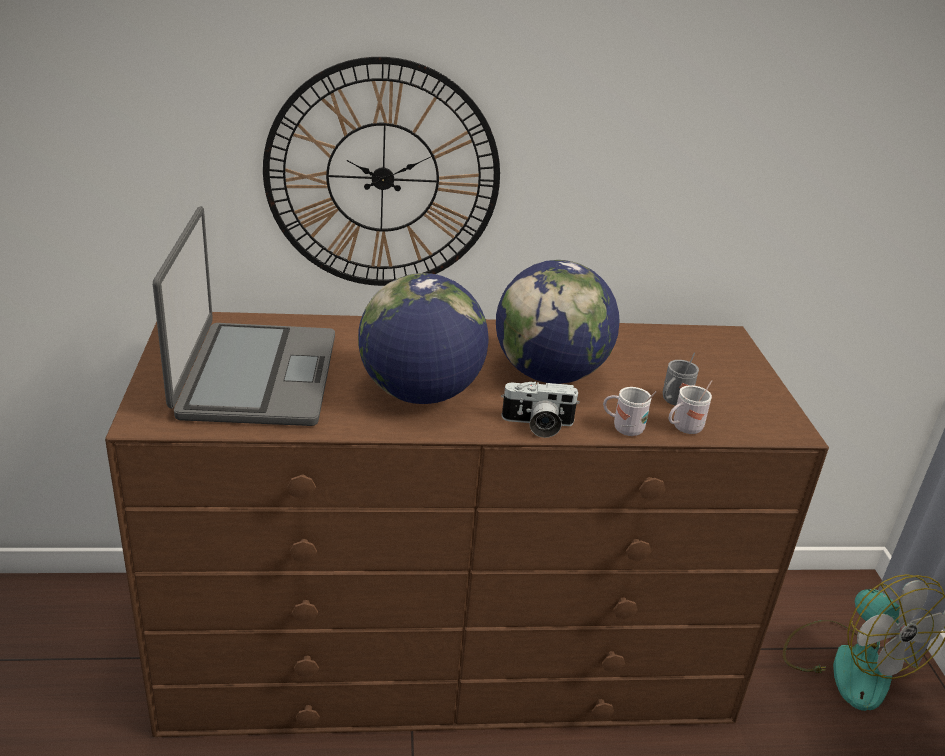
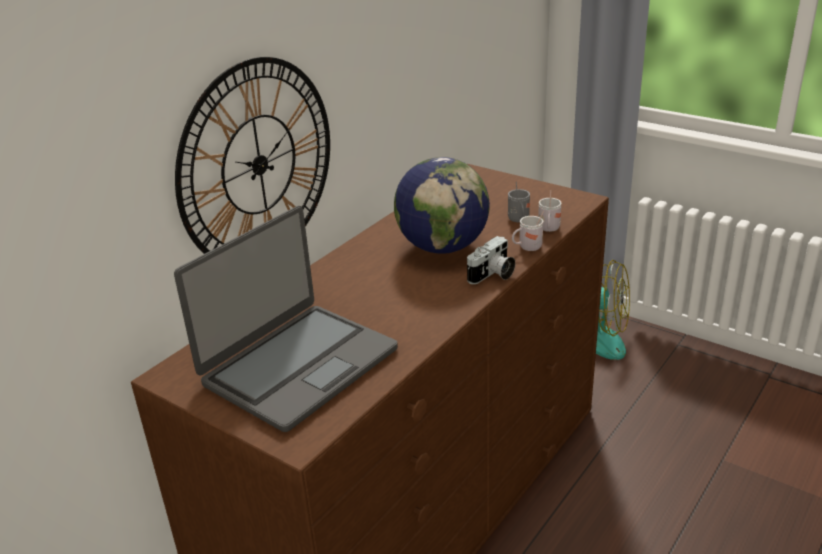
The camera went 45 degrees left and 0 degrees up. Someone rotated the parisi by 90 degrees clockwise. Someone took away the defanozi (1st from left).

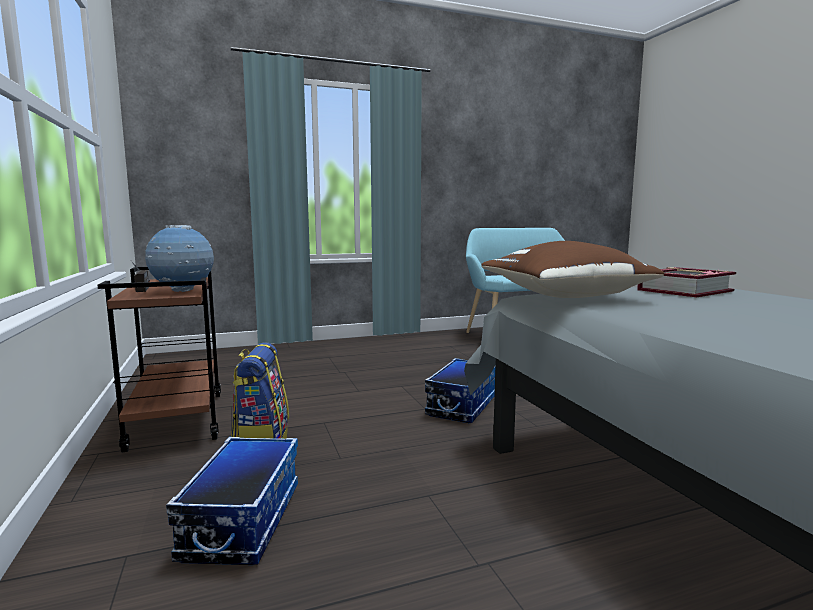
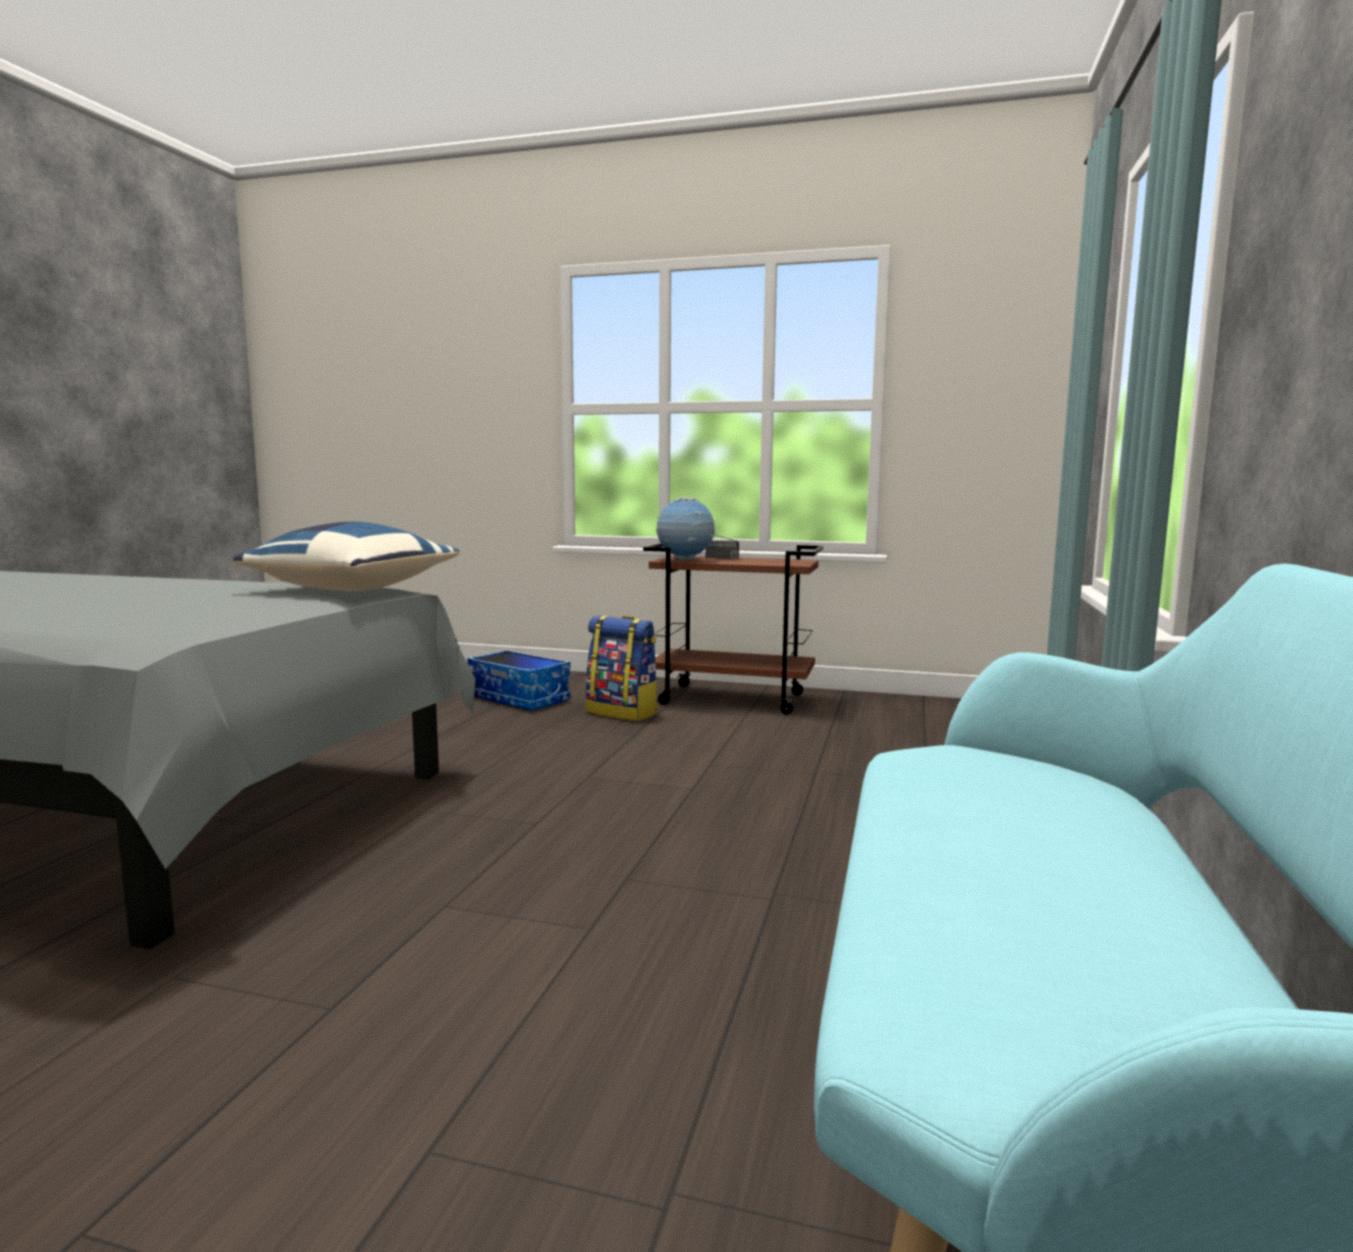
The camera went 125 degrees right and 0 degrees up. Someone repainted the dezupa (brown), which became the dezupa (blue). Someone took away the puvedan. Someone took away the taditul (2nd from left).

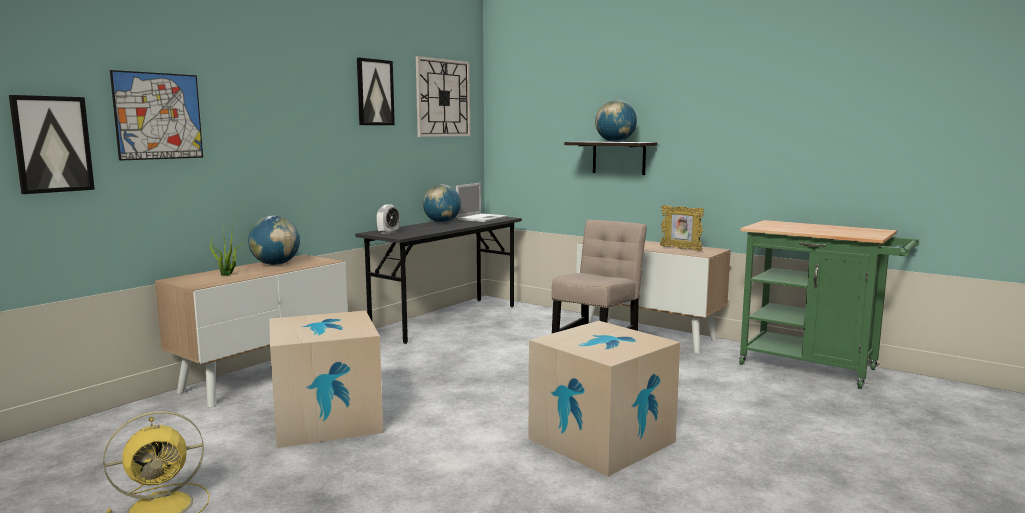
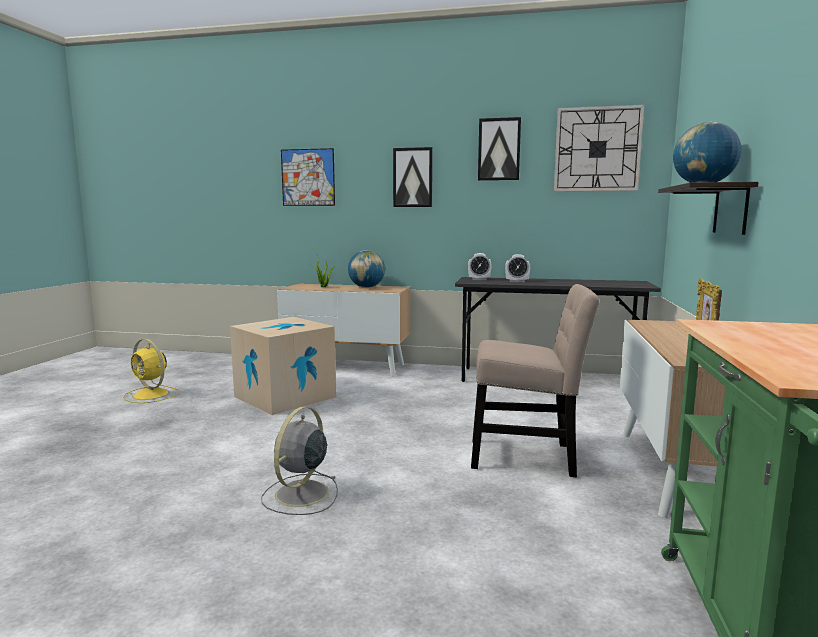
The camera went 65 degrees right and 0 degrees up. Someone carried the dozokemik (1st from left in the first image). Someone took away the parisi. Someone took away the defanozi (2nd from left). Someone swapped the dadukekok (2nd from left) for the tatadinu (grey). Someone put down the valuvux (2nd from left).

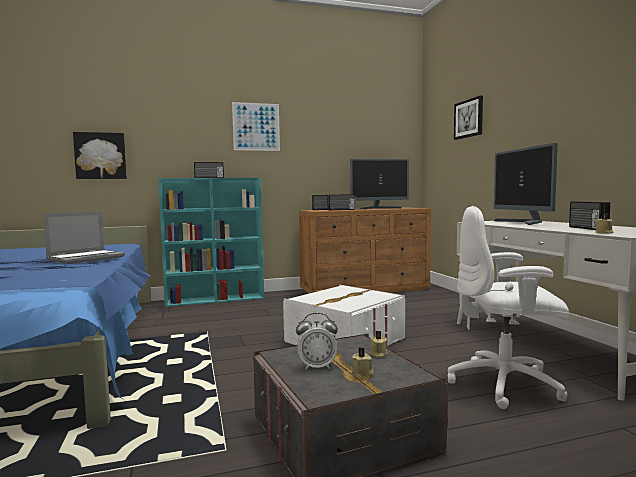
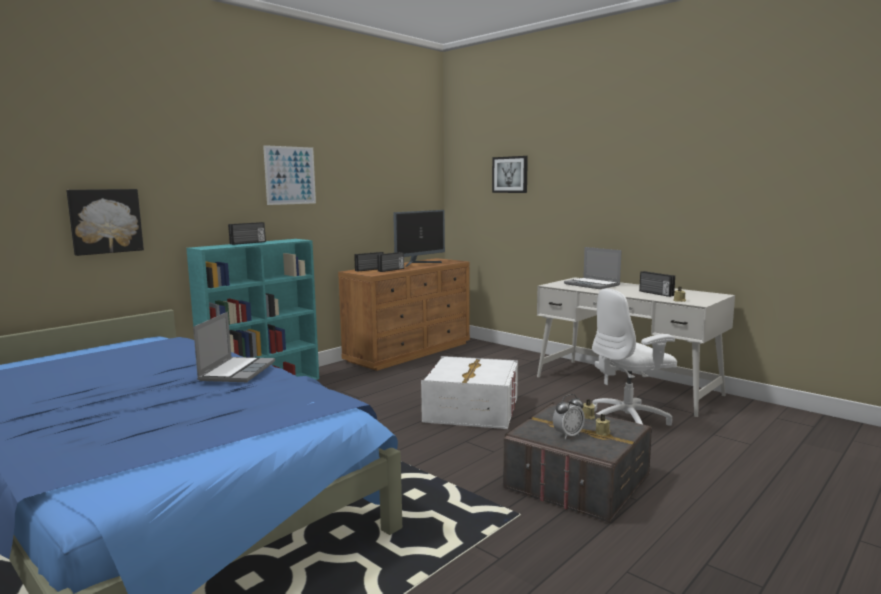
The camera went 30 degrees left and 5 degrees up. Someone swapped the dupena (2nd from left) for the parisi (2nd from left).

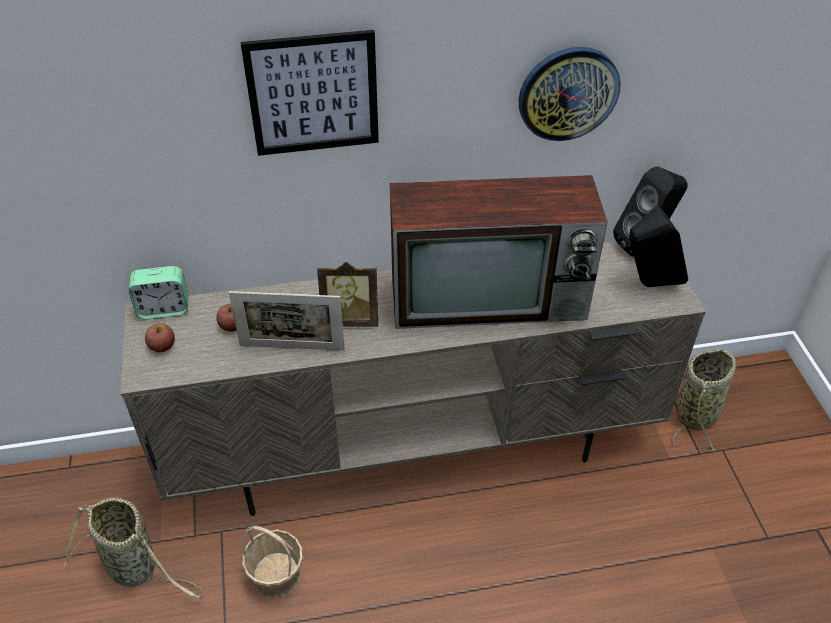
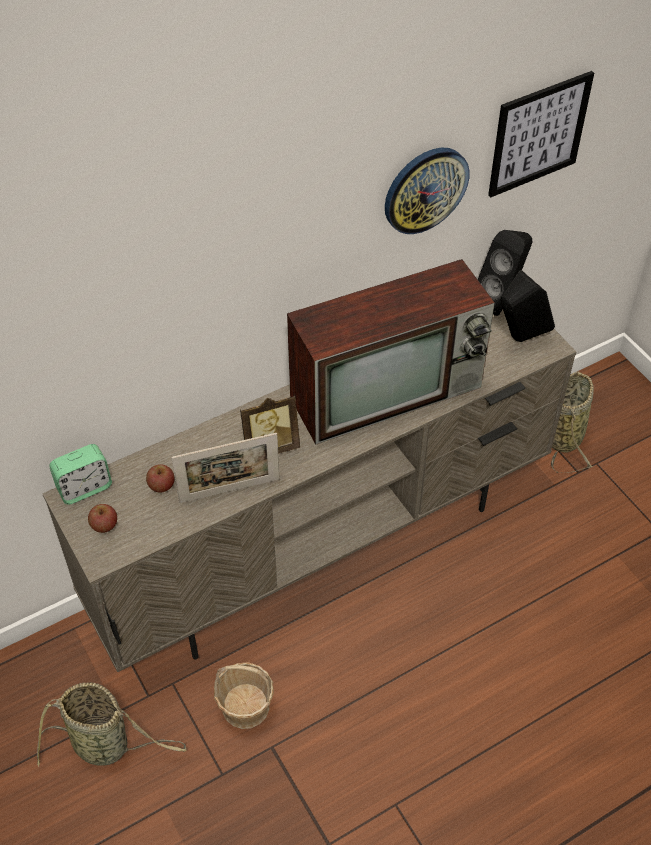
The camera went 20 degrees left and 5 degrees up. Someone carried the dozokemik.

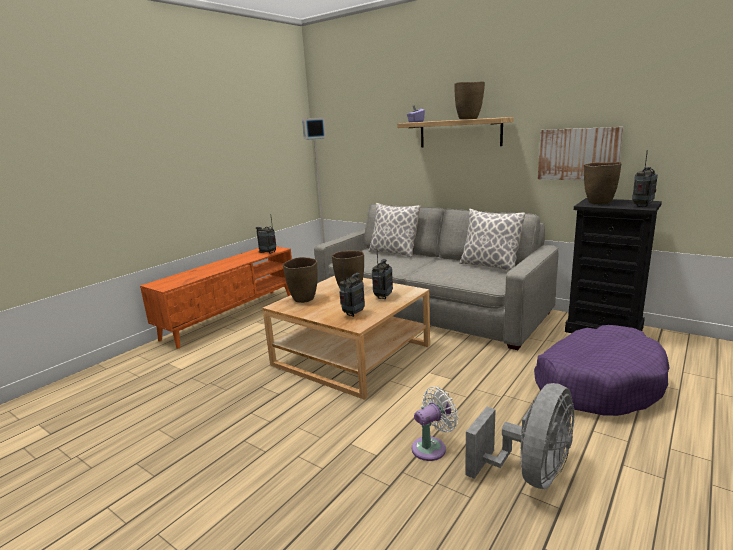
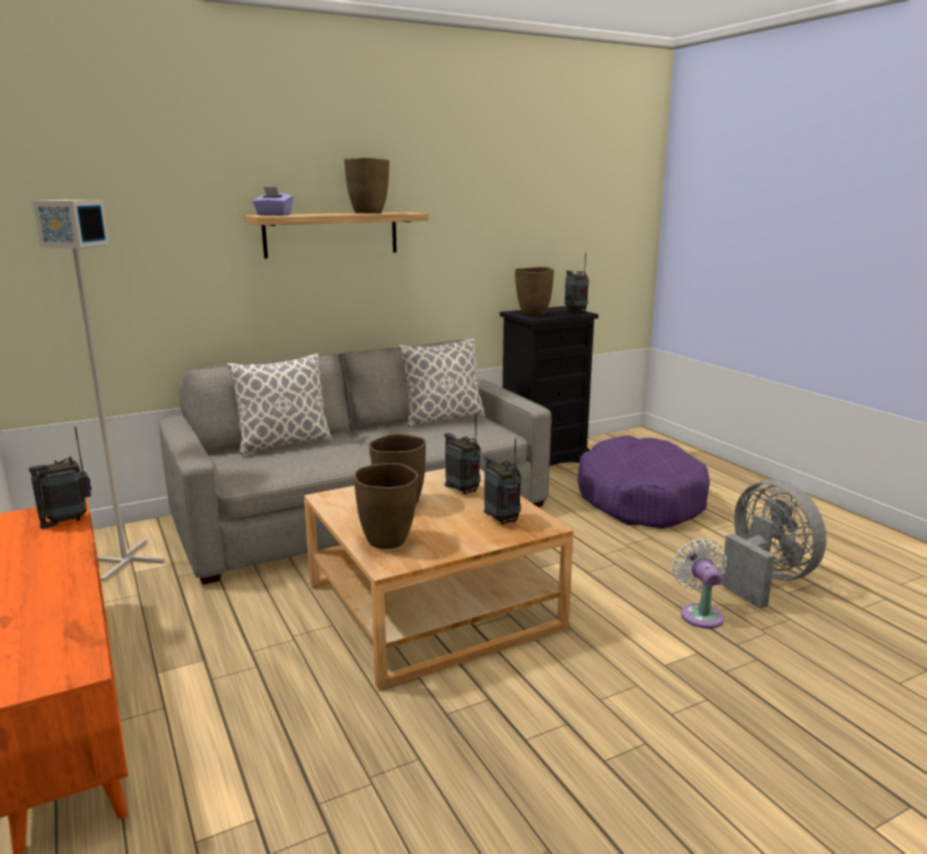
The camera went 65 degrees left and 0 degrees up. Someone took away the dozokemik.

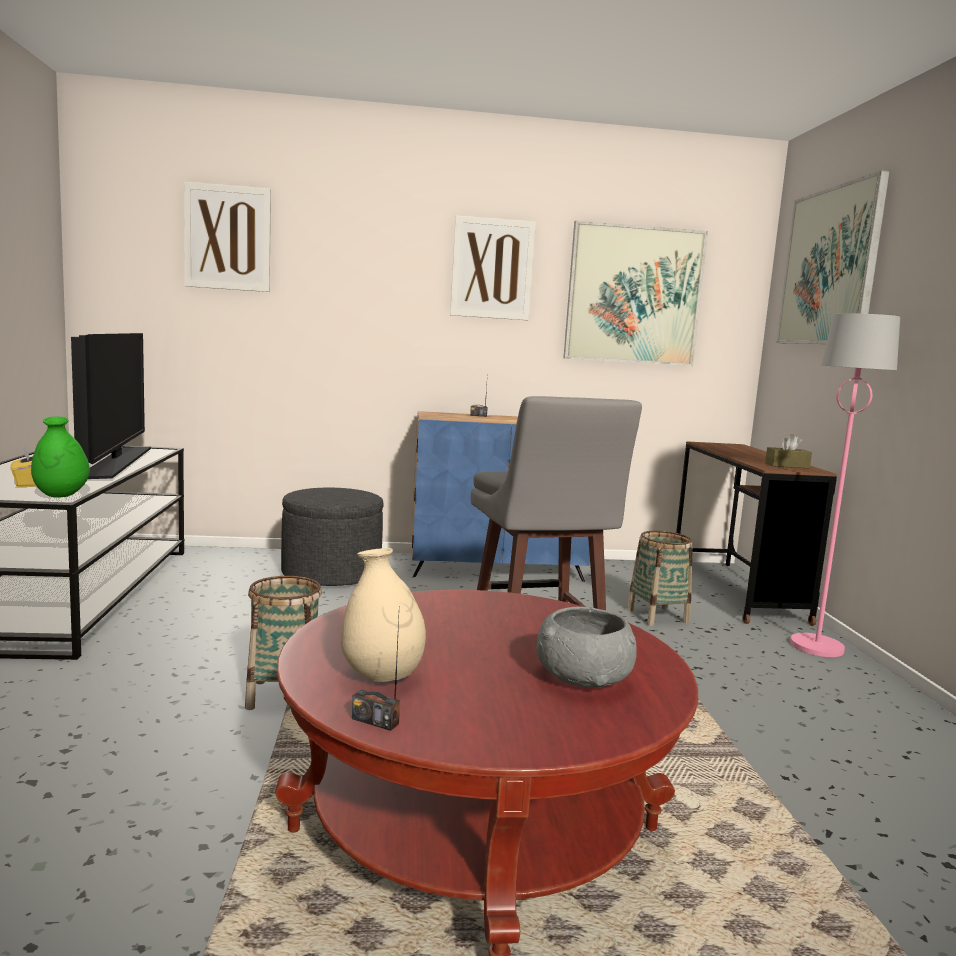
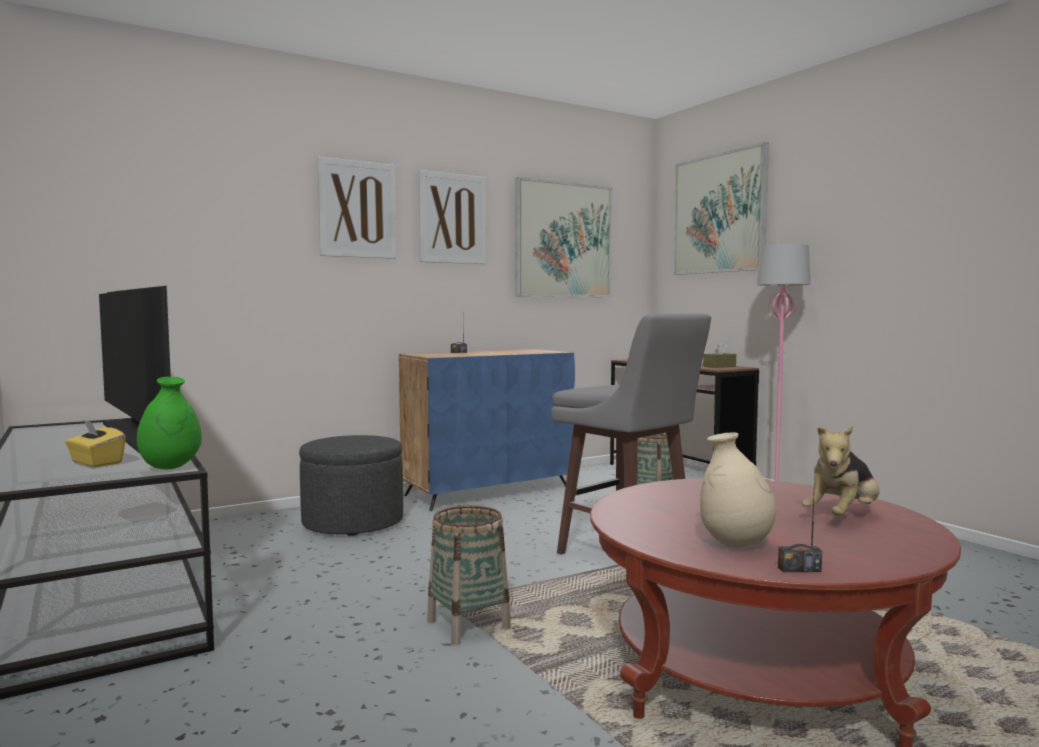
The camera went 25 degrees left and 5 degrees down. Someone carried the dozokemik (1st from left). Someone swapped the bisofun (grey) for the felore.

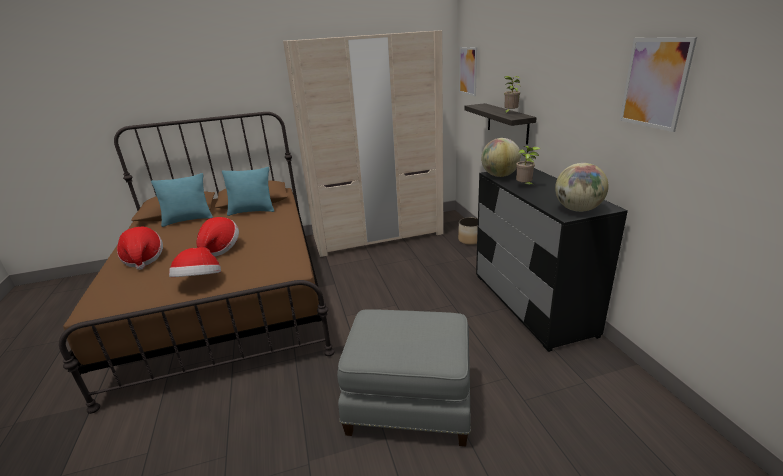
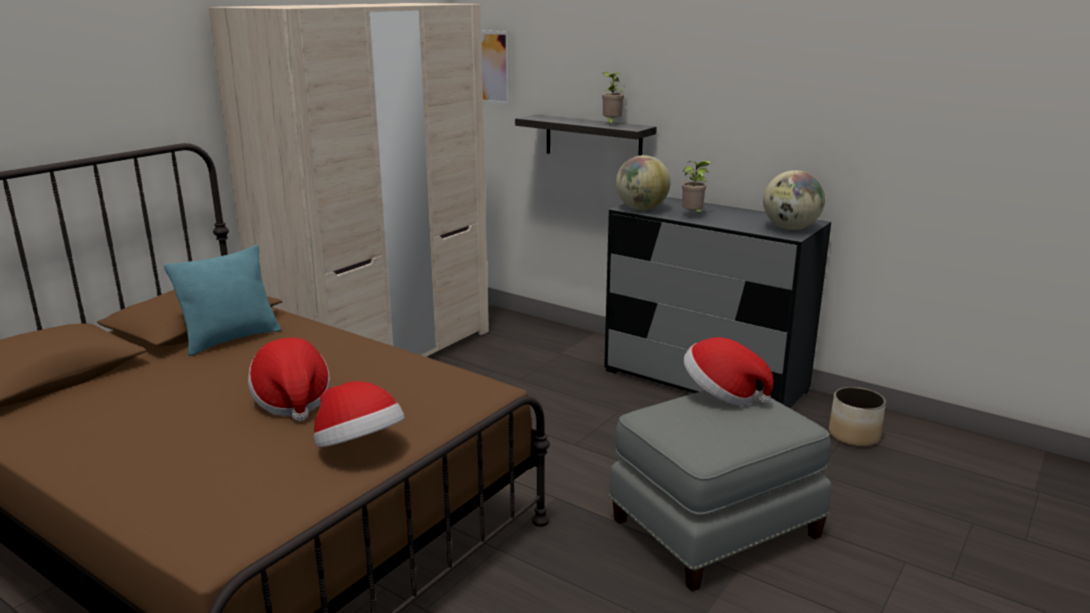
The camera went 40 degrees left and 5 degrees down. Someone took away the dozokemik (2nd from left). Someone took away the dezupa (turquoise) (1st from left). Someone carried the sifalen. Someone carried the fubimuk (1st from left in the first image).

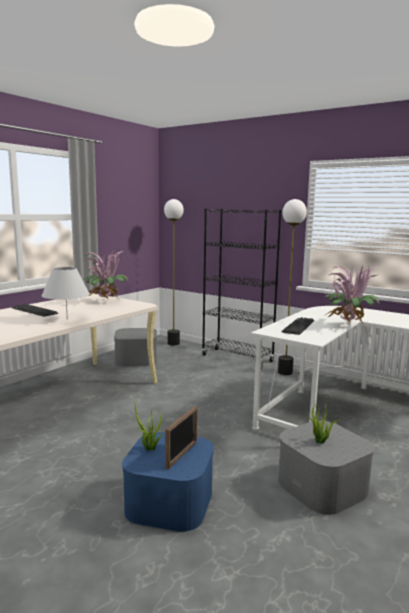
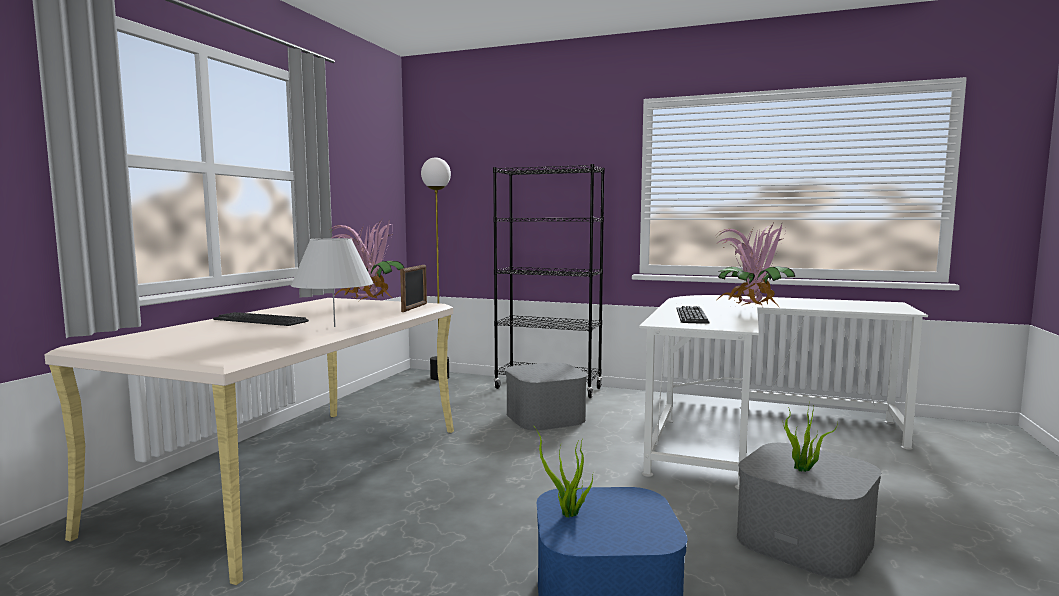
The camera went 15 degrees left and 5 degrees down. Someone took away the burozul (2nd from left). Someone carried the taditul (grey) (1st from left). Someone carried the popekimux.

